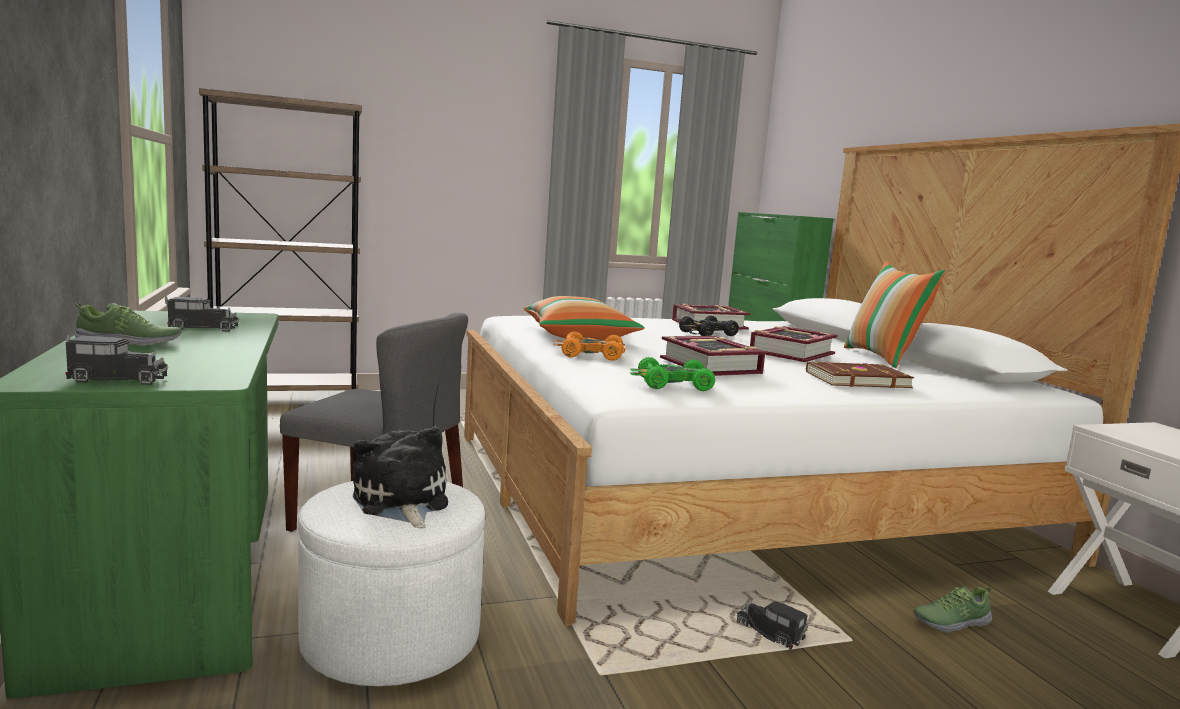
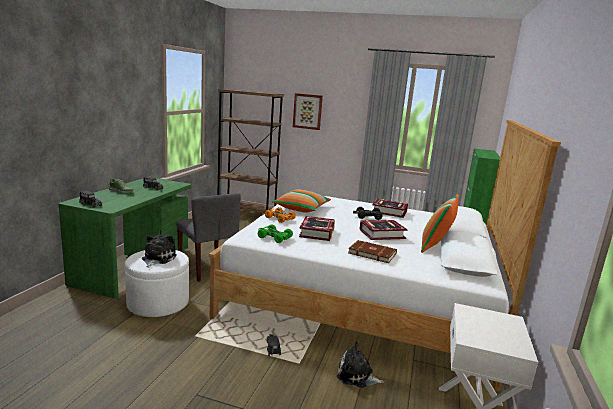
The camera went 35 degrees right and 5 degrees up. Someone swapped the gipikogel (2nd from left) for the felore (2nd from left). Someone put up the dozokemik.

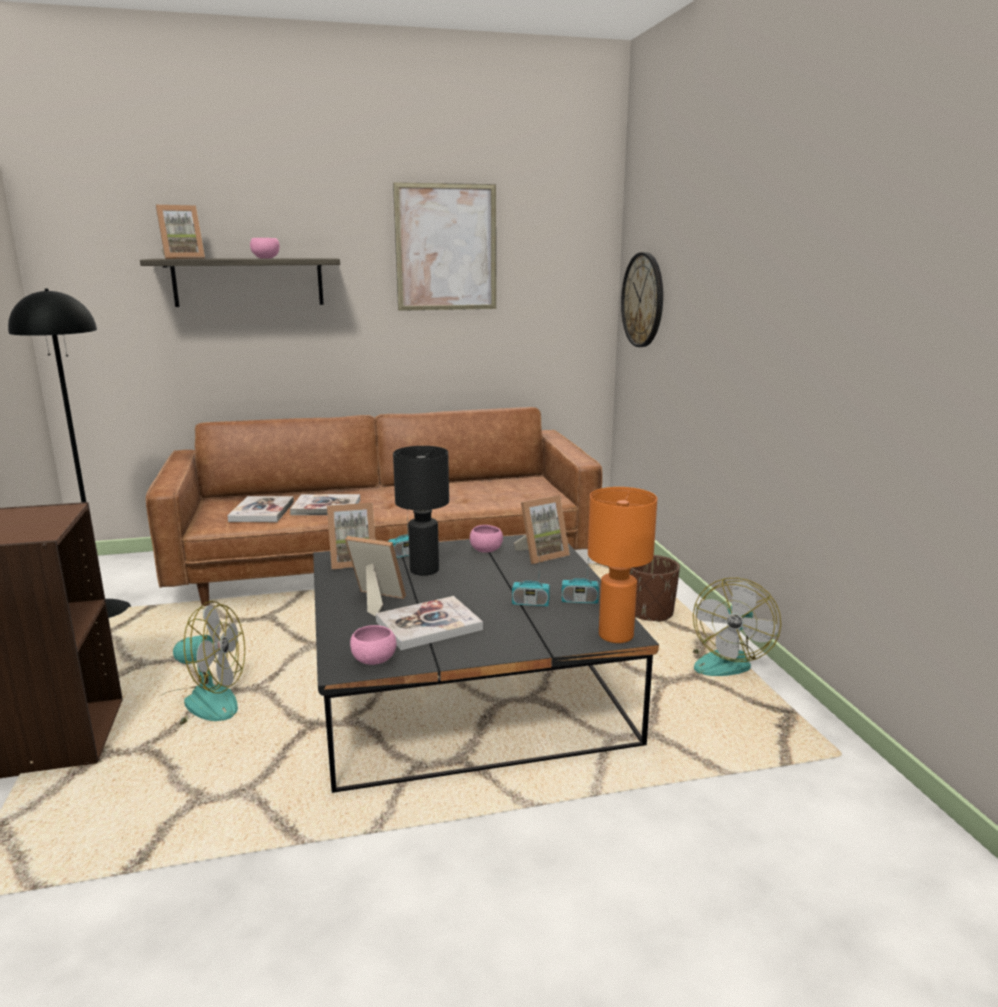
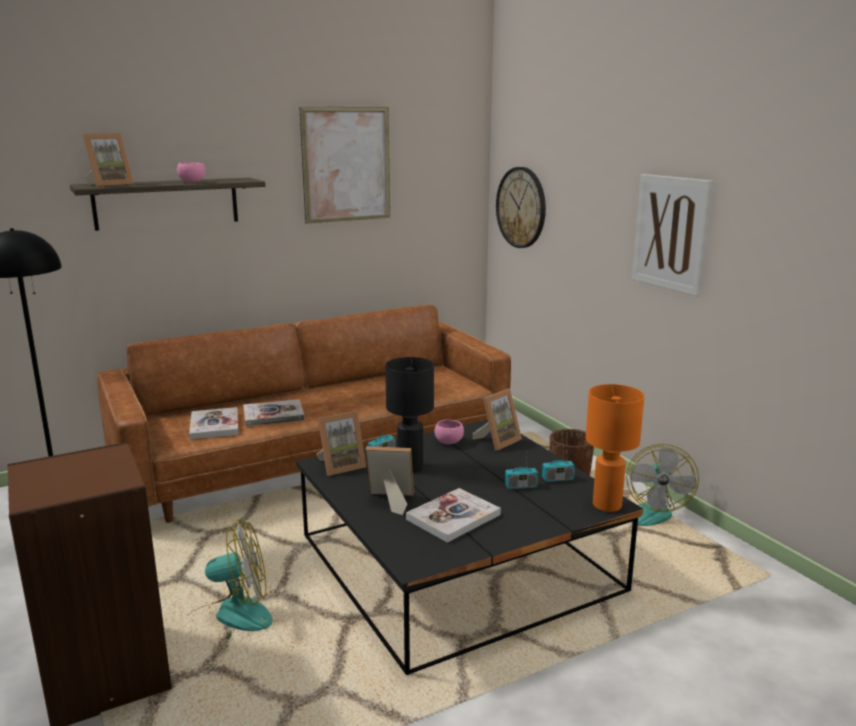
The camera went 15 degrees left and 0 degrees up. Someone took away the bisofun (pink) (2nd from left). Someone put up the dozokemik (2nd from left).

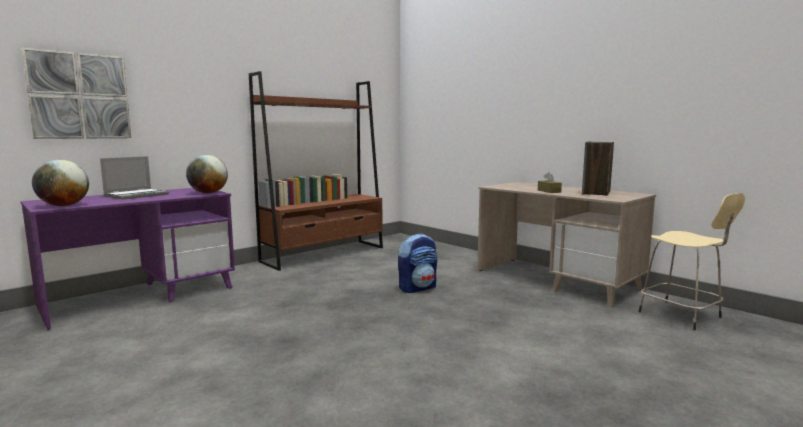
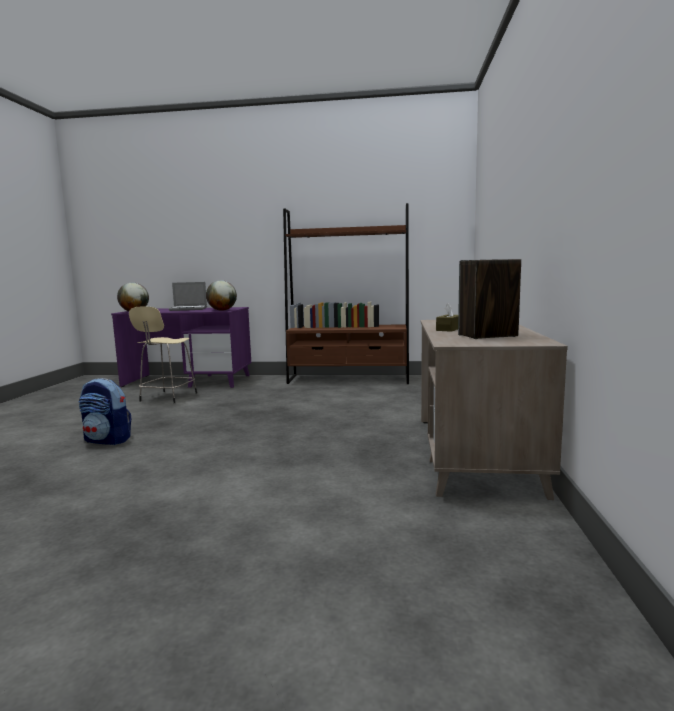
The camera went 50 degrees right and 0 degrees up. Someone took away the dozokemik. Someone carried the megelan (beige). Someone carried the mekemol.

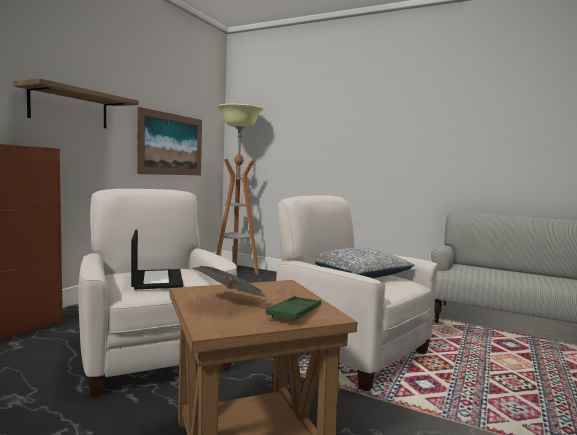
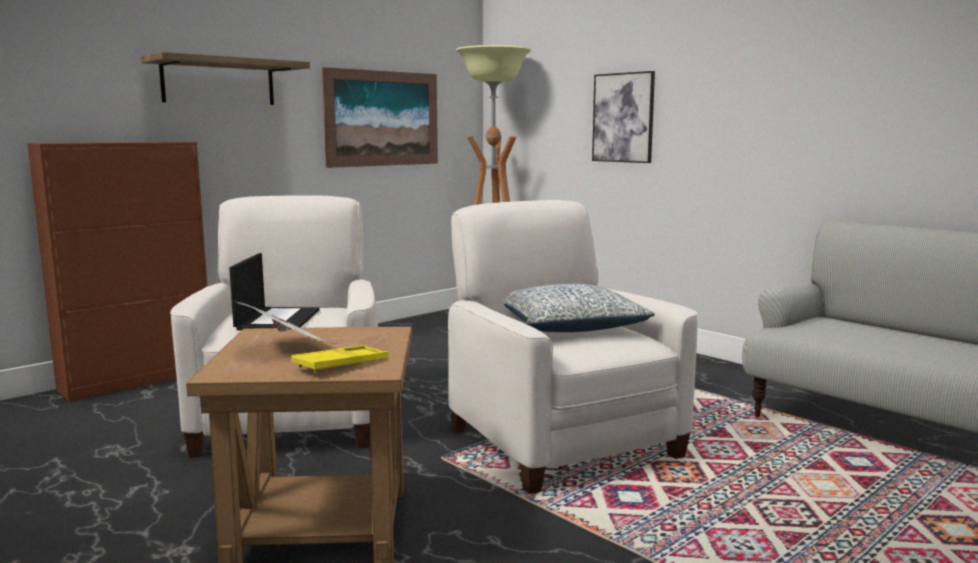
The camera went 20 degrees right and 5 degrees up. Someone repainted the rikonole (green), which became the rikonole (yellow). Someone put up the dozokemik (2nd from left).

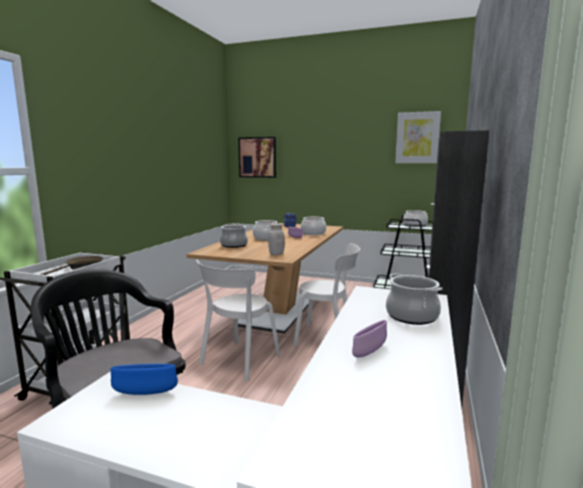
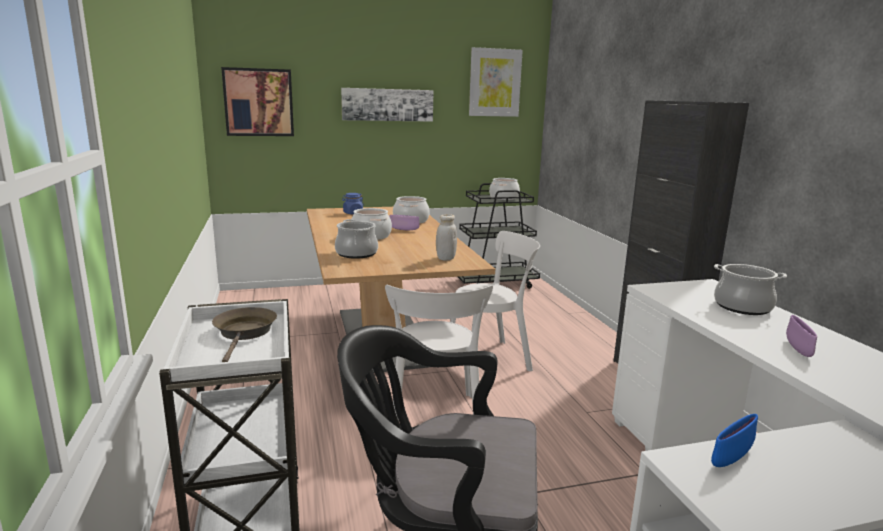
The camera went 35 degrees left and 5 degrees up. Someone put up the dozokemik (2nd from left).

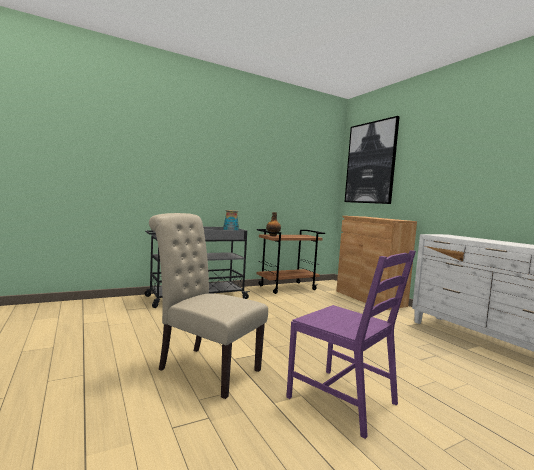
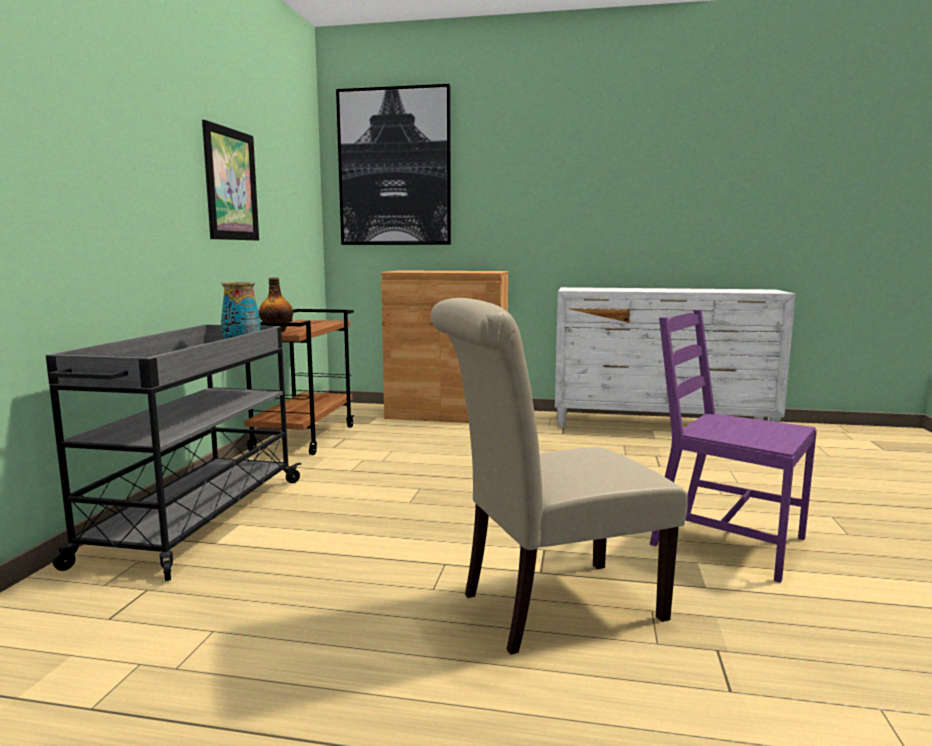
The camera went 50 degrees left and 5 degrees up. Someone rotated the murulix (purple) by 135 degrees counterclockwise. Someone put up the dozokemik (1st from left).

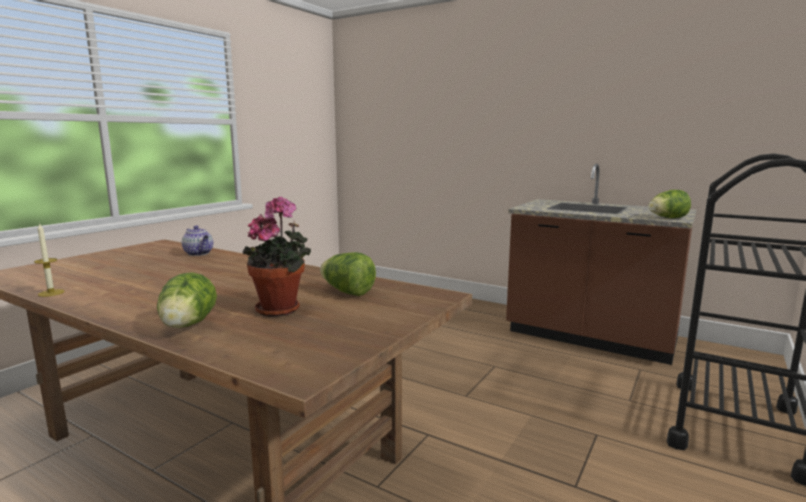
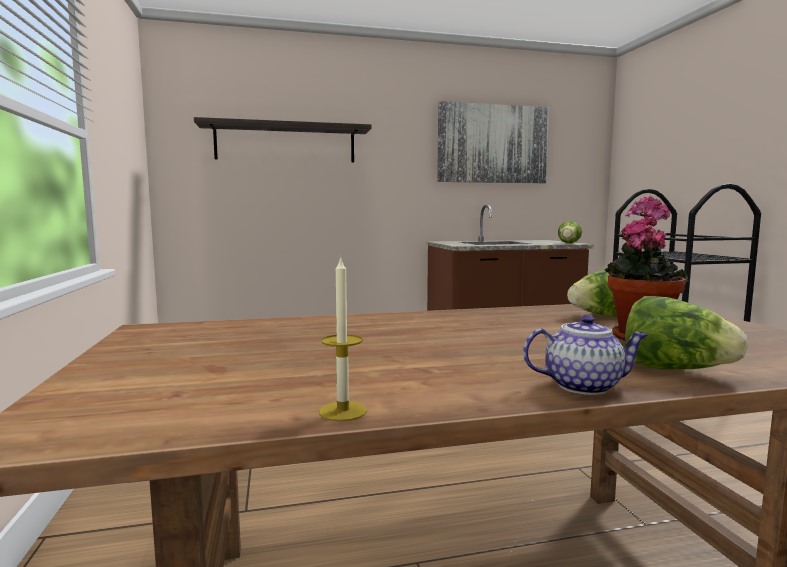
The camera went 45 degrees left and 5 degrees down. Someone carried the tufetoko. Someone put up the dozokemik. Someone put up the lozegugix.

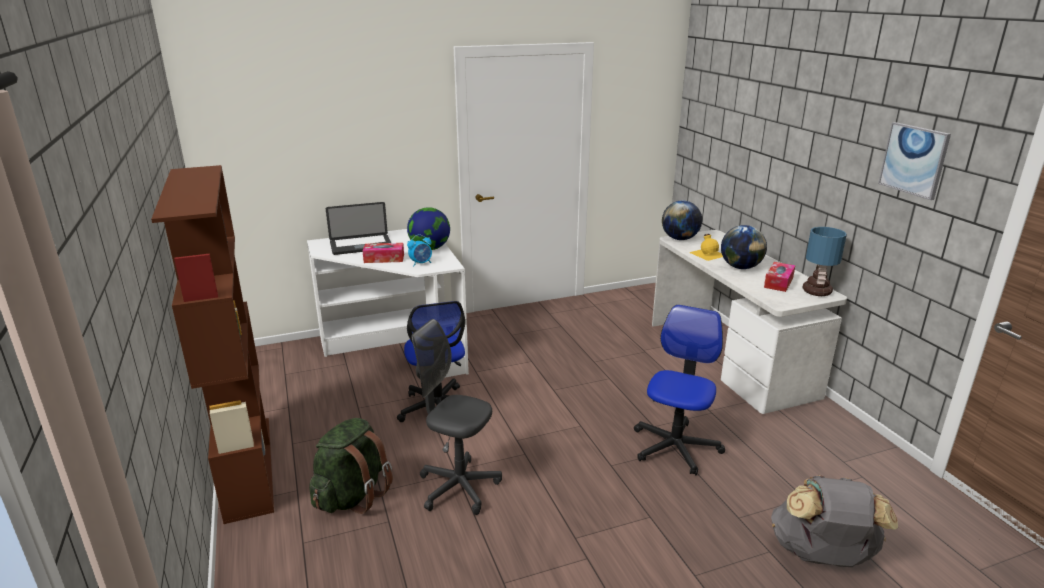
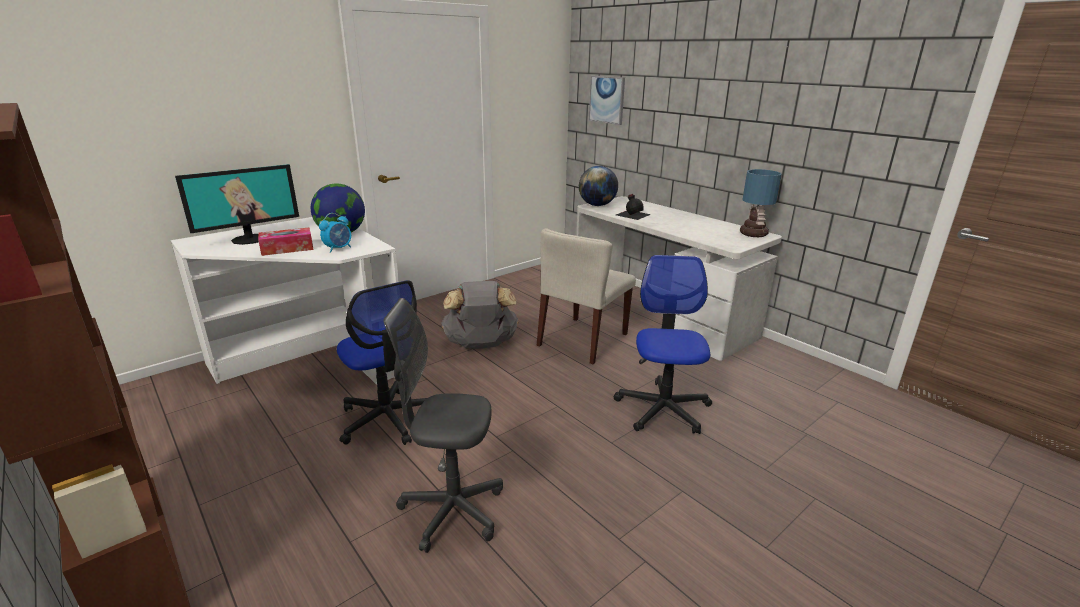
The camera went 20 degrees left and 0 degrees up. Someone carried the dozokemik. Someone swapped the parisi for the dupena. Someone took away the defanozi (3rd from left). Someone repainted the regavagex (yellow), which became the regavagex (black). Someone took away the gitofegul (2nd from left). Someone took away the mekemol (green). Someone carried the mekemol (grey). Someone put down the murulix (beige).

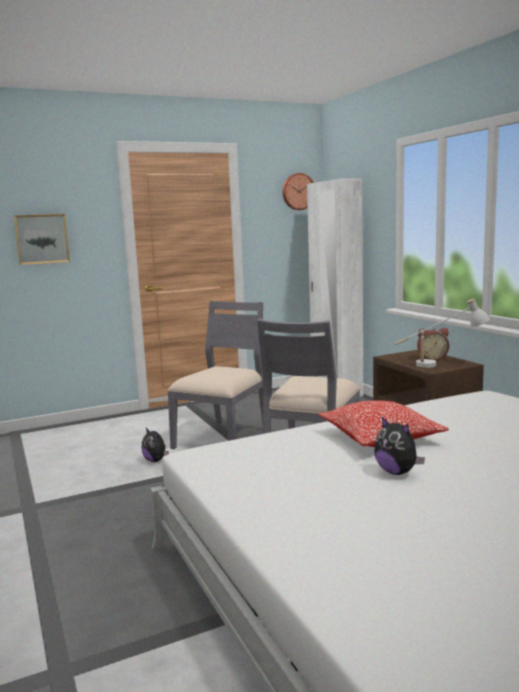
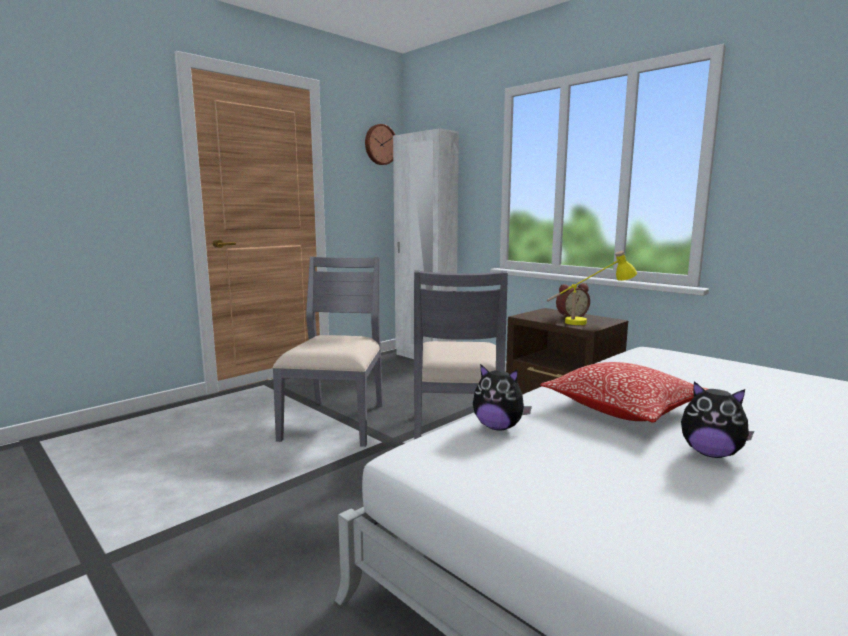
The camera went 20 degrees left and 0 degrees up. Someone took away the dozokemik. Someone repainted the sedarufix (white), which became the sedarufix (yellow). Someone carried the felore (1st from left).

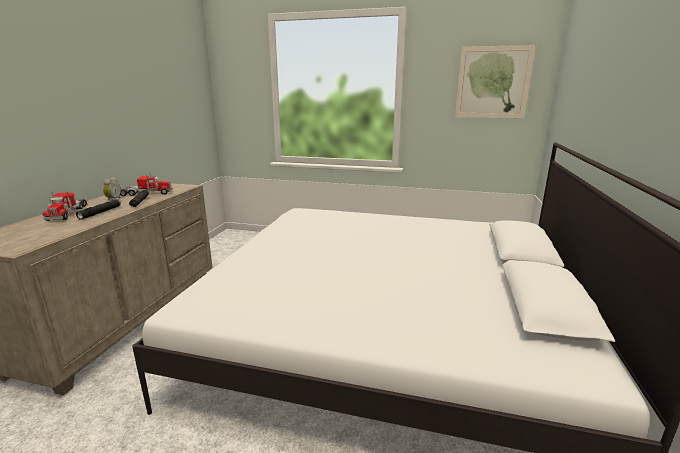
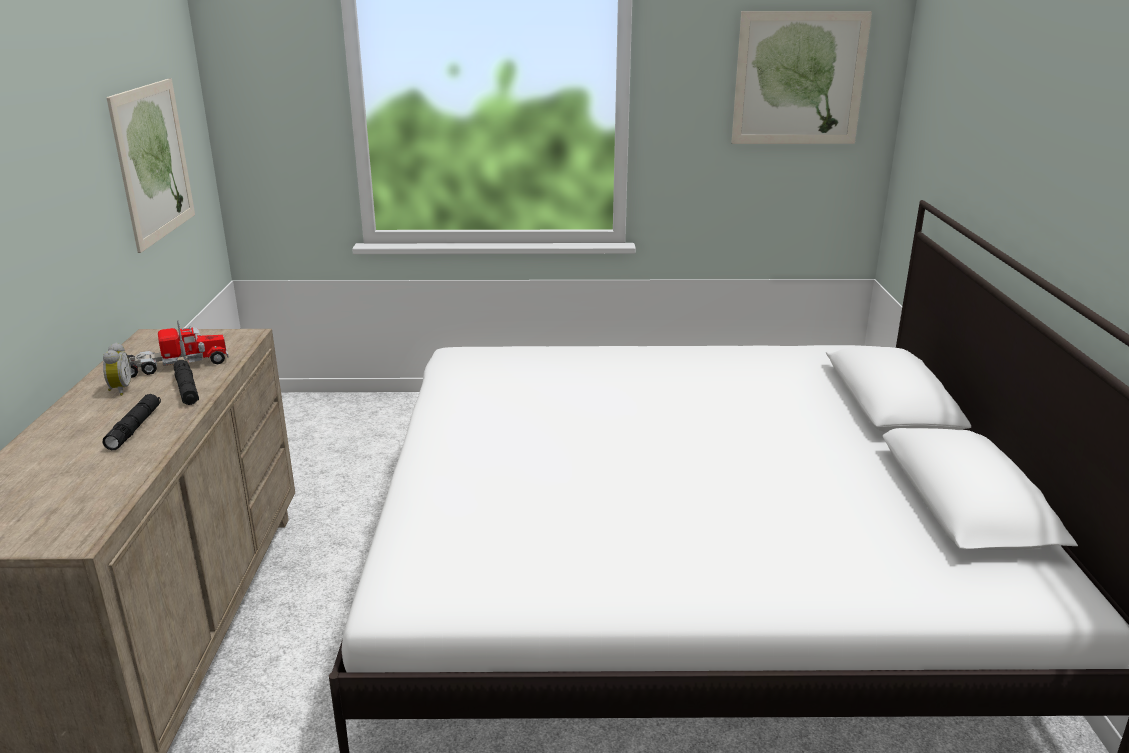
The camera went 15 degrees left and 5 degrees up. Someone took away the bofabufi (1st from left). Someone put up the dozokemik (1st from left).

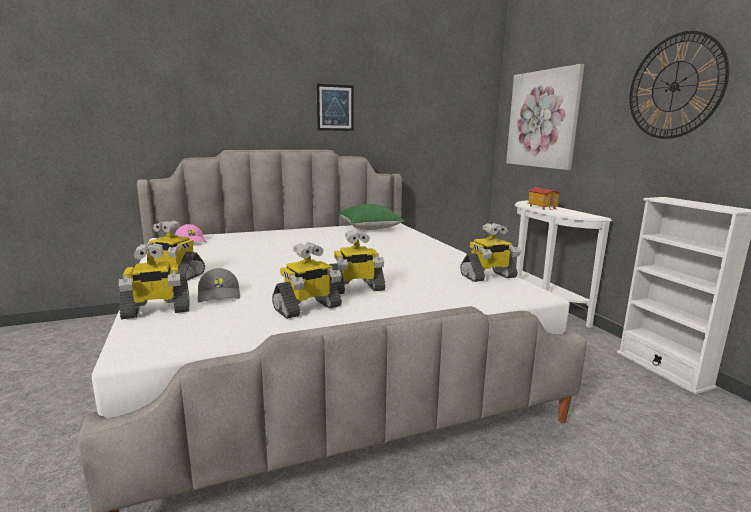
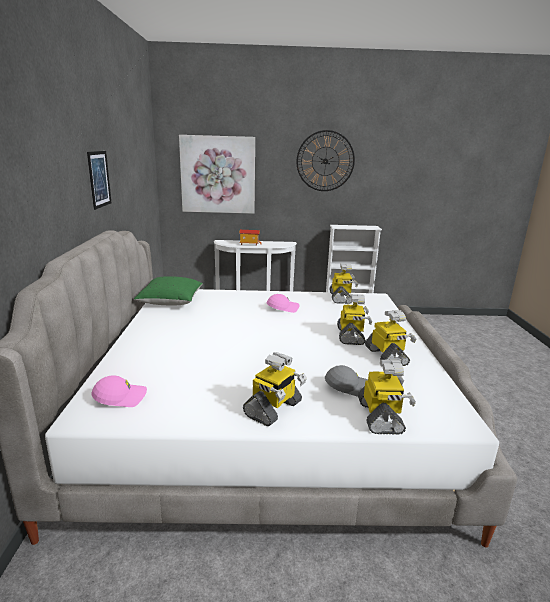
The camera went 70 degrees left and 5 degrees up. Someone put down the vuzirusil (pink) (2nd from left).

